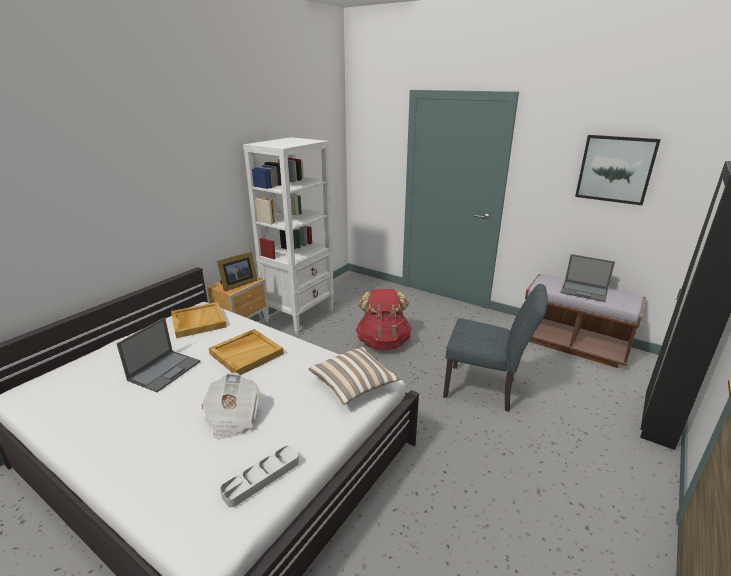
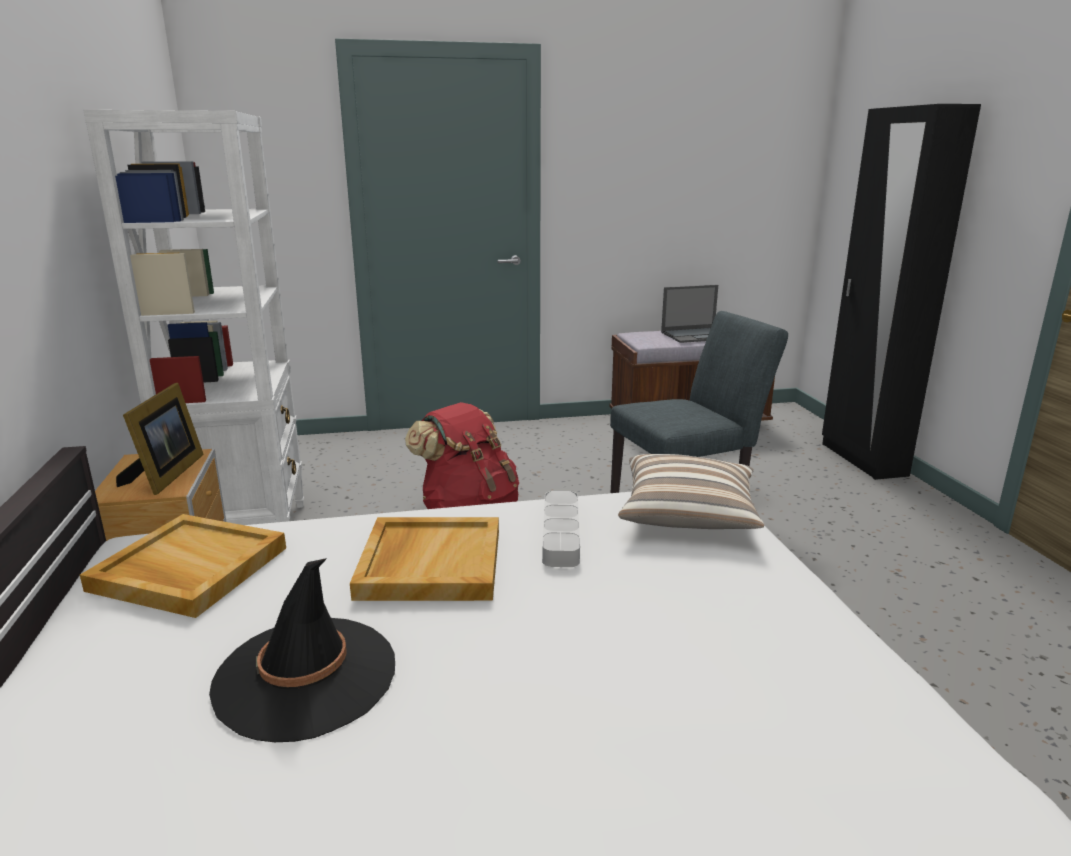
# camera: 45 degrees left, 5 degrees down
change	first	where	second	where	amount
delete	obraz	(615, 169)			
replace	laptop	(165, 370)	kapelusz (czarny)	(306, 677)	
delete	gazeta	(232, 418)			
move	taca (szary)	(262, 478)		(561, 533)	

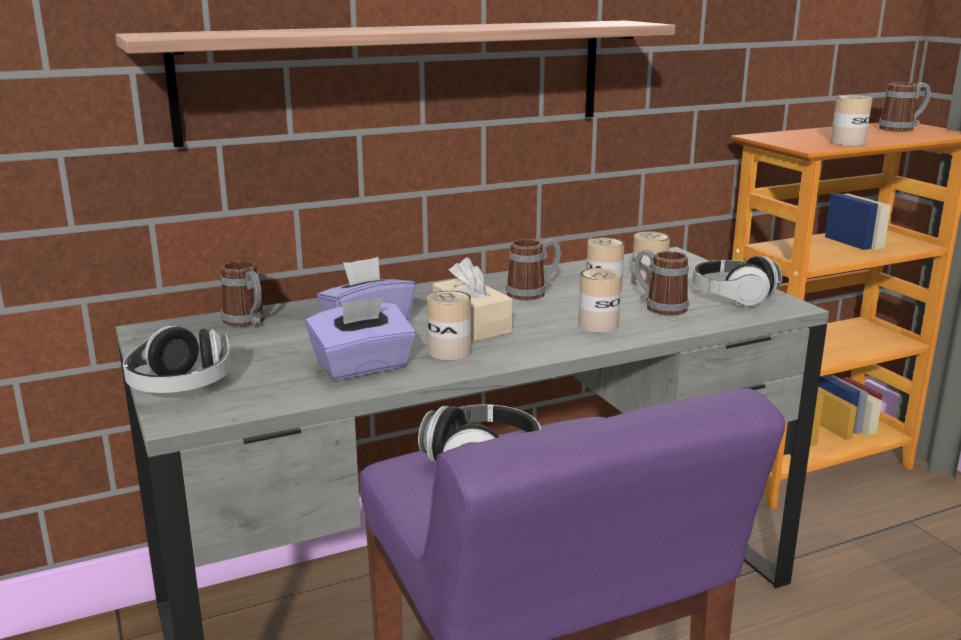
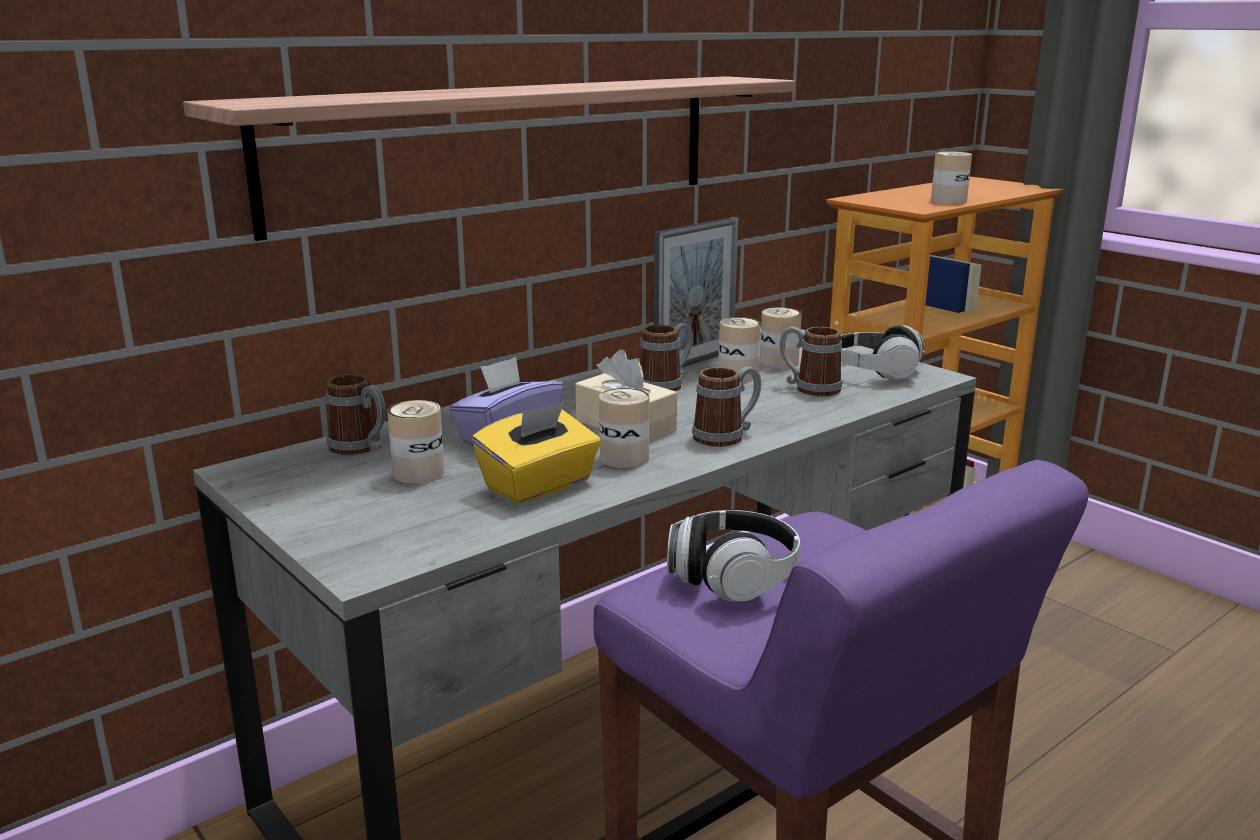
# camera: 15 degrees left, 0 degrees up
change	first	where	second	where	amount
move	kubek	(902, 129)		(726, 436)	
move	puszka	(598, 325)		(418, 473)	
recolor	pudełko chusteczek (fioletowy)	(363, 367)	pudełko chusteczek (żółty)	(539, 485)	
delete	słuchawki	(181, 387)			
insert			ramka na zdjęcie	(695, 362)	

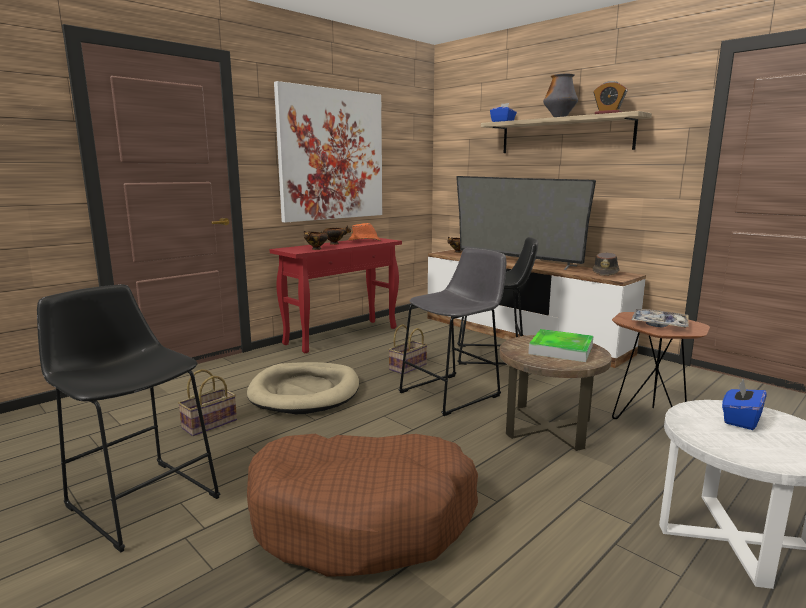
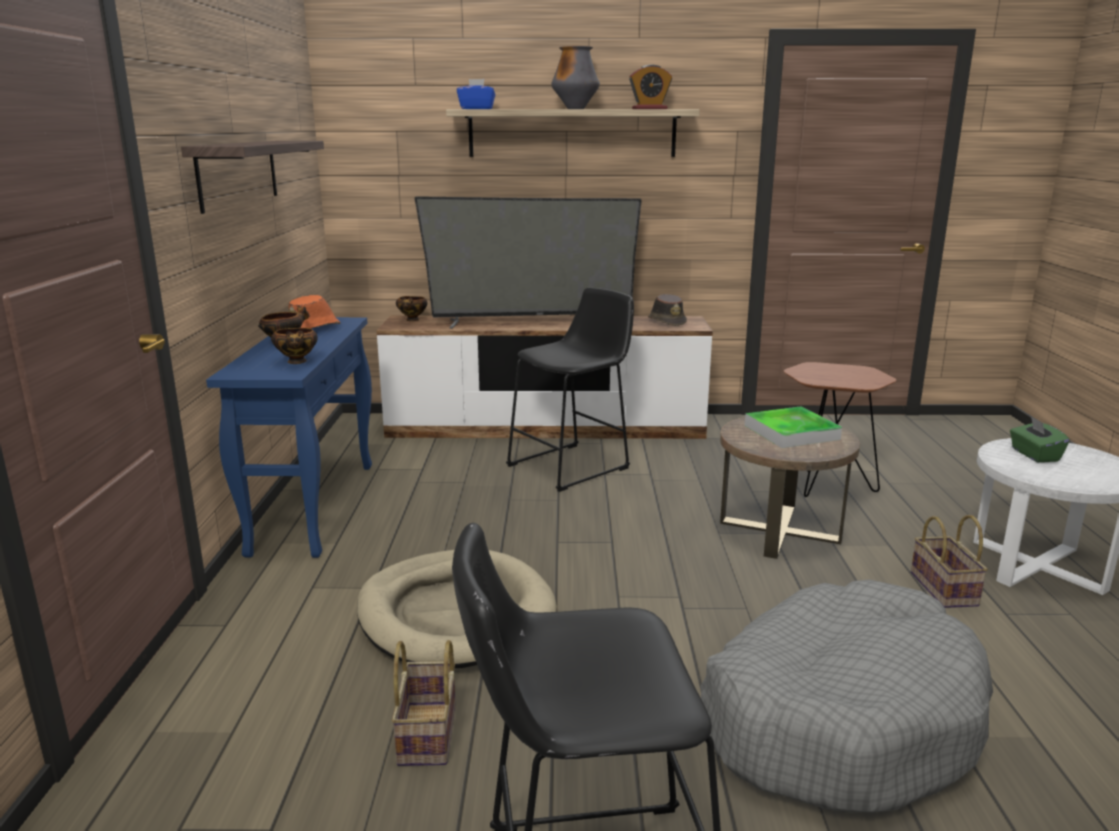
# camera: 45 degrees left, 5 degrees up
change	first	where	second	where	amount
replace	obraz	(331, 155)	półka	(238, 173)	
recolor	stolik konsolowy (czerwony)	(342, 335)	stolik konsolowy (niebieski)	(314, 506)	
delete	stołek (szary)	(454, 393)			
delete	taca	(659, 324)			
move	koszyk	(408, 367)		(946, 590)	
recolor	pudełko chusteczek (niebieski)	(740, 419)	pudełko chusteczek (zielony)	(1034, 455)	
recolor	legowisko (brązowy)	(363, 517)	legowisko (szary)	(838, 718)	

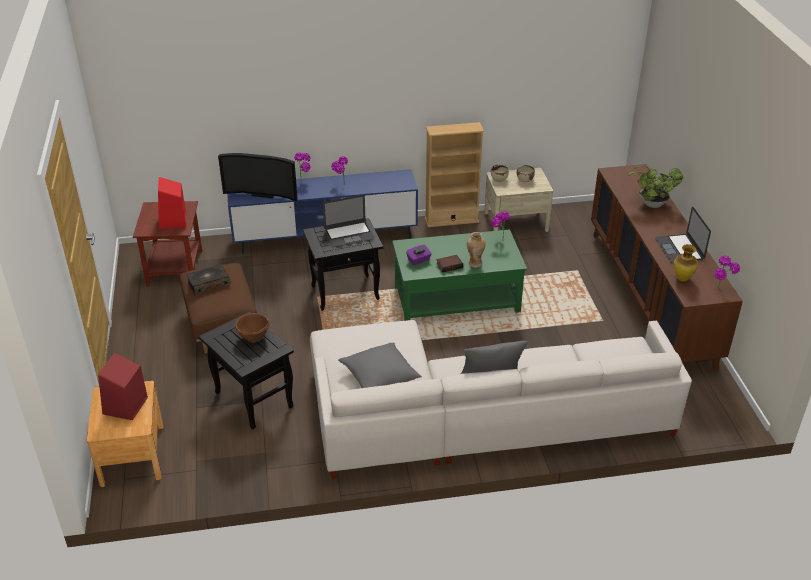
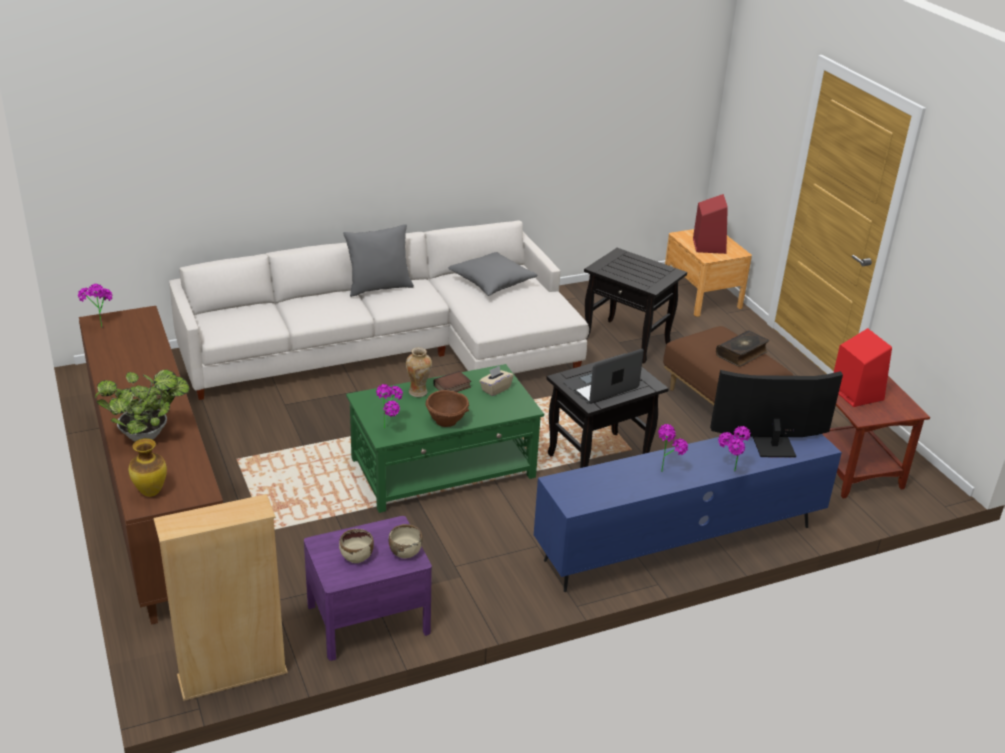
# camera: 165 degrees right, 5 degrees down
change	first	where	second	where	amount
move	regał (beżowy)	(451, 220)		(232, 675)	
recolor	szafka nocna (beżowy)	(516, 222)	szafka nocna (fioletowy)	(368, 619)	
delete	laptop	(679, 249)			
move	wazon	(682, 279)		(150, 492)	
recolor	pudełko chusteczek (fioletowy)	(418, 260)	pudełko chusteczek (beżowy)	(495, 389)	
move	miska (brązowy)	(253, 337)		(447, 421)	

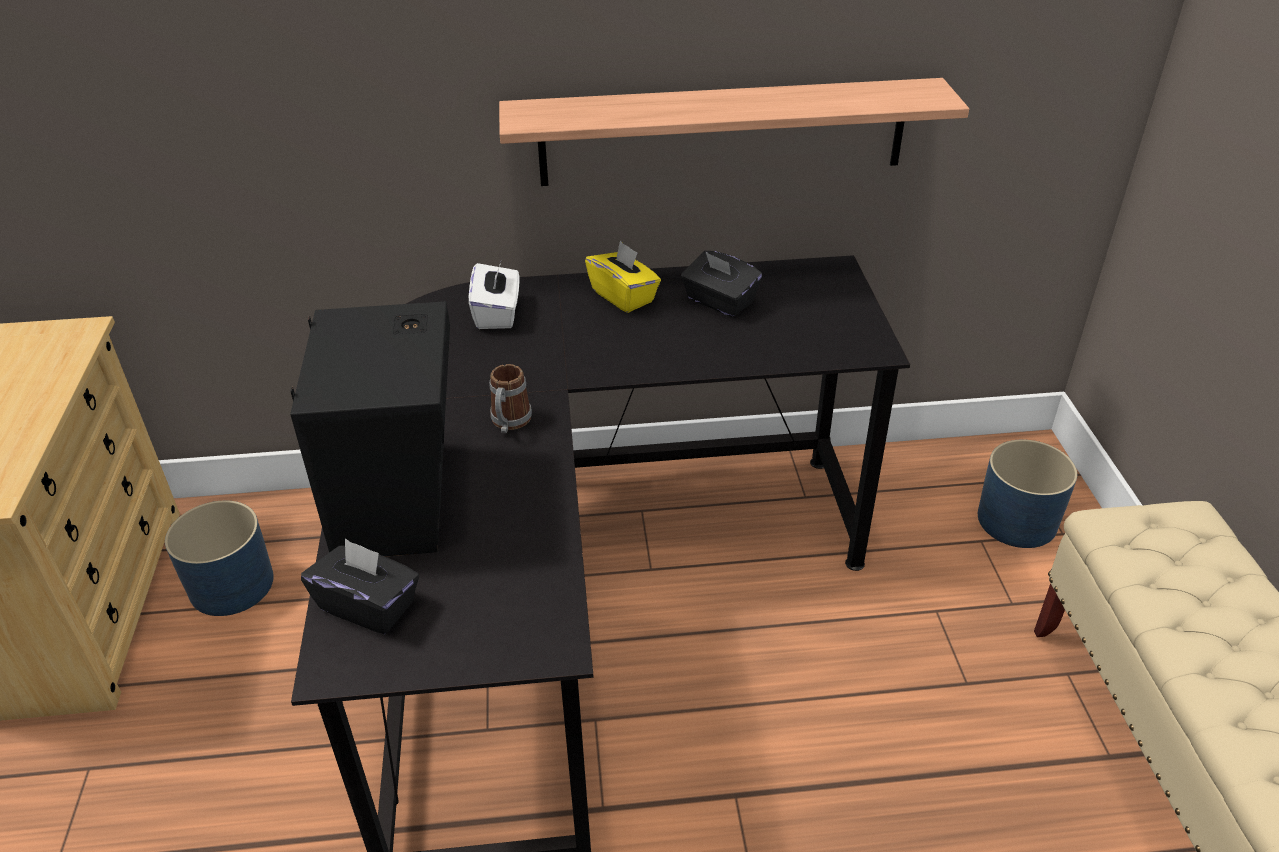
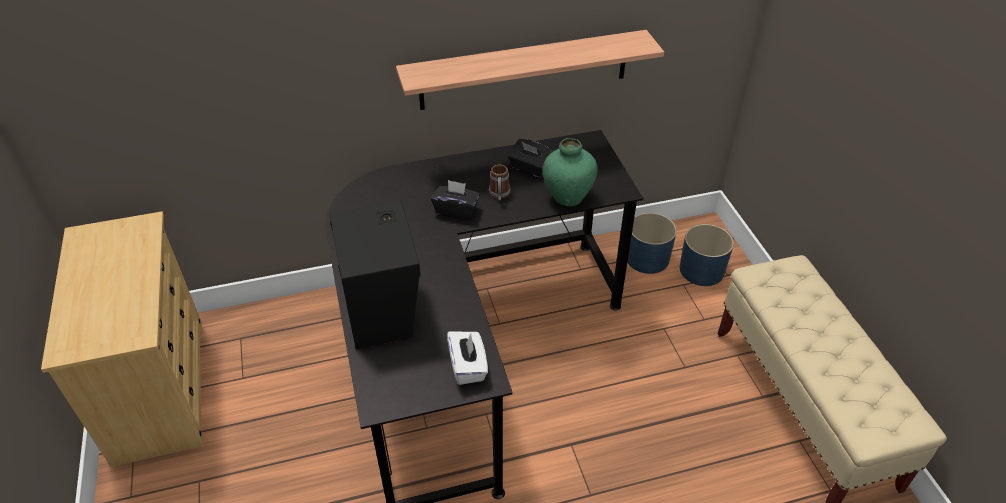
# camera: 10 degrees left, 5 degrees up
change	first	where	second	where	amount
delete	pudełko chusteczek (żółty)	(623, 296)			
move	pudełko chusteczek (biały)	(497, 313)		(468, 367)	
move	kubek	(509, 423)		(499, 195)	
move	donica (niebieski)	(232, 585)		(647, 258)	
move	pudełko chusteczek (czarny)	(368, 605)		(456, 210)	
insert			wazon (zielony)	(568, 197)	

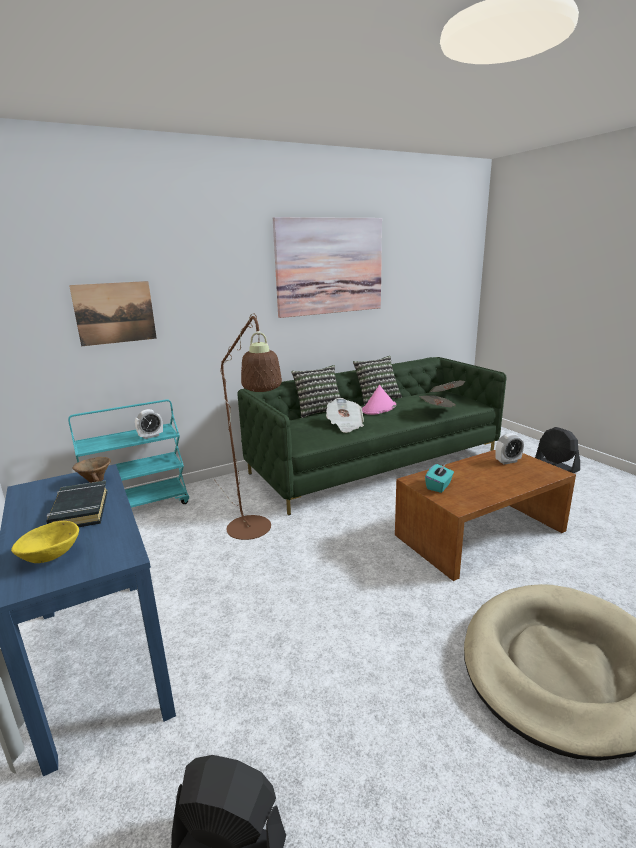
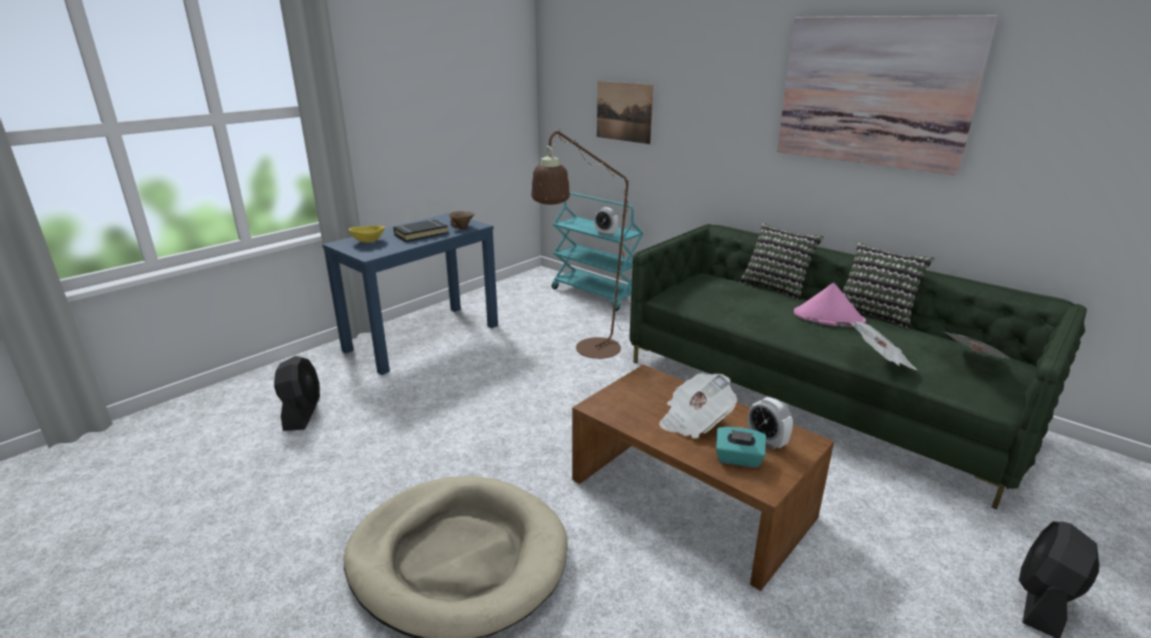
# camera: 70 degrees right, 5 degrees up
change	first	where	second	where	amount
move	gazeta	(345, 425)		(694, 421)	
move	pudełko chusteczek (turkusowy)	(439, 486)		(738, 459)	

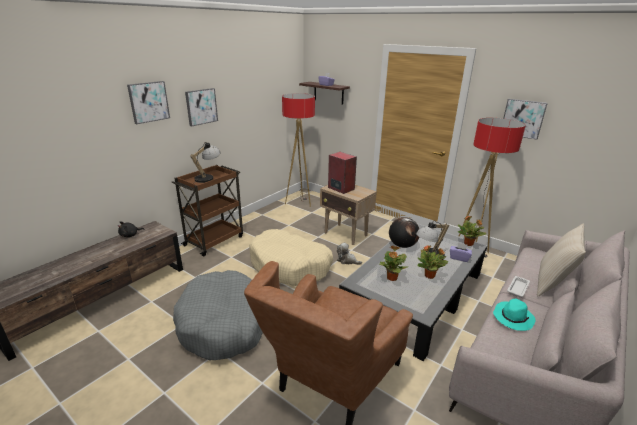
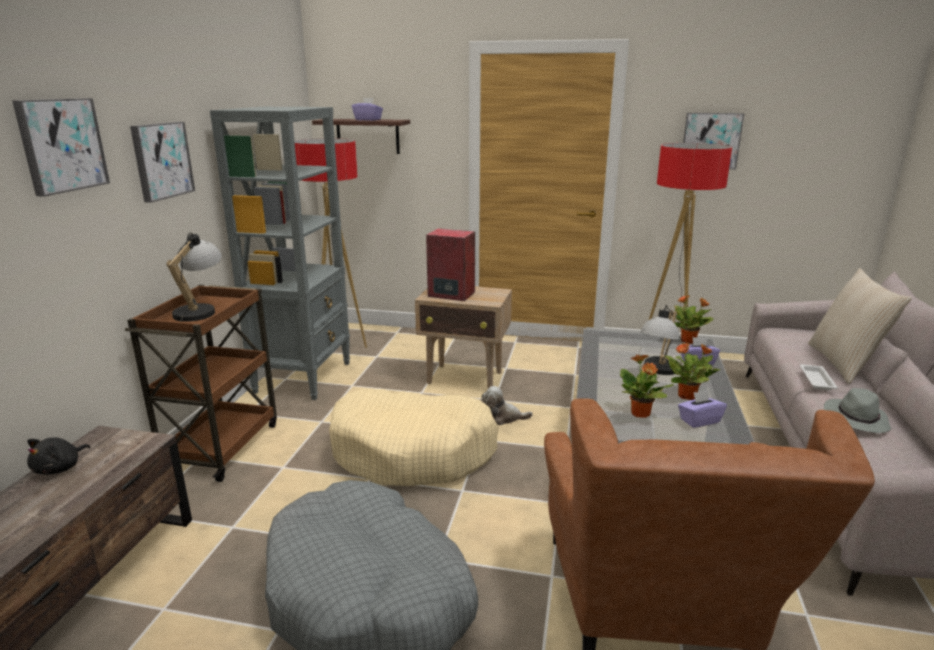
# camera: 25 degrees left, 5 degrees down
change	first	where	second	where	amount
delete	globus	(402, 245)			
recolor	kapelusz (turkusowy)	(512, 318)	kapelusz (szary)	(855, 419)	
insert			regał (szary)	(304, 377)	
insert			pudełko chusteczek (fioletowy)	(699, 420)	

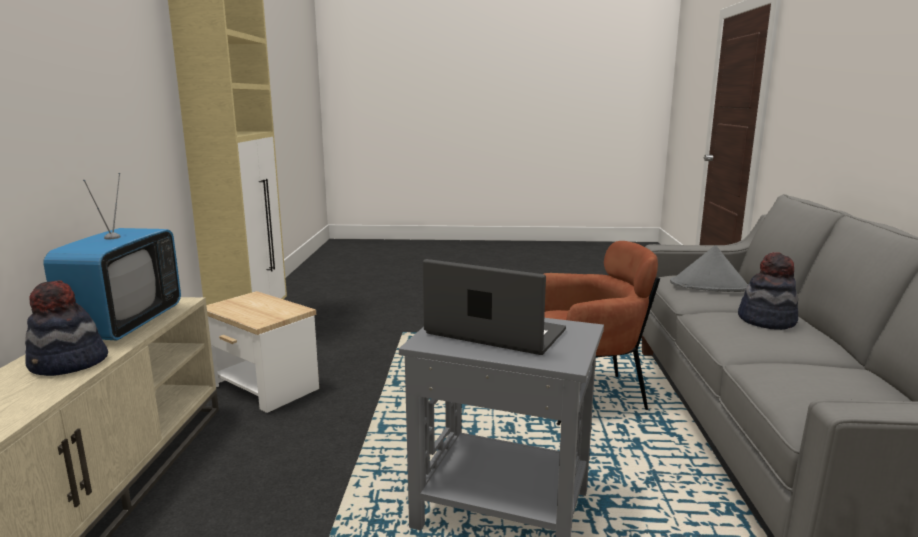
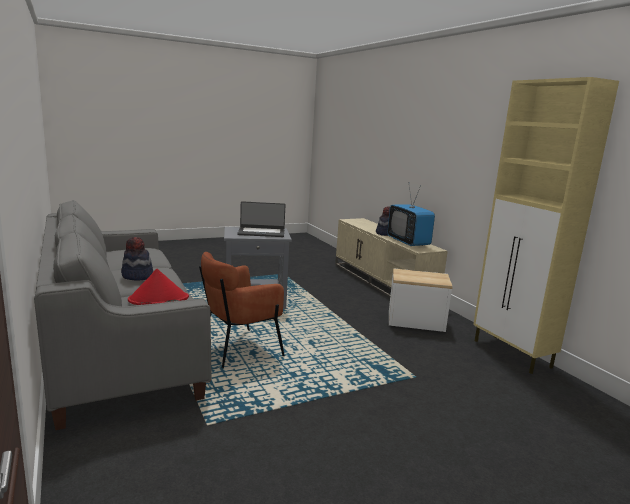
# camera: 150 degrees right, 0 degrees up
change	first	where	second	where	amount
recolor	kapelusz (szary)	(709, 286)	kapelusz (czerwony)	(158, 299)	

